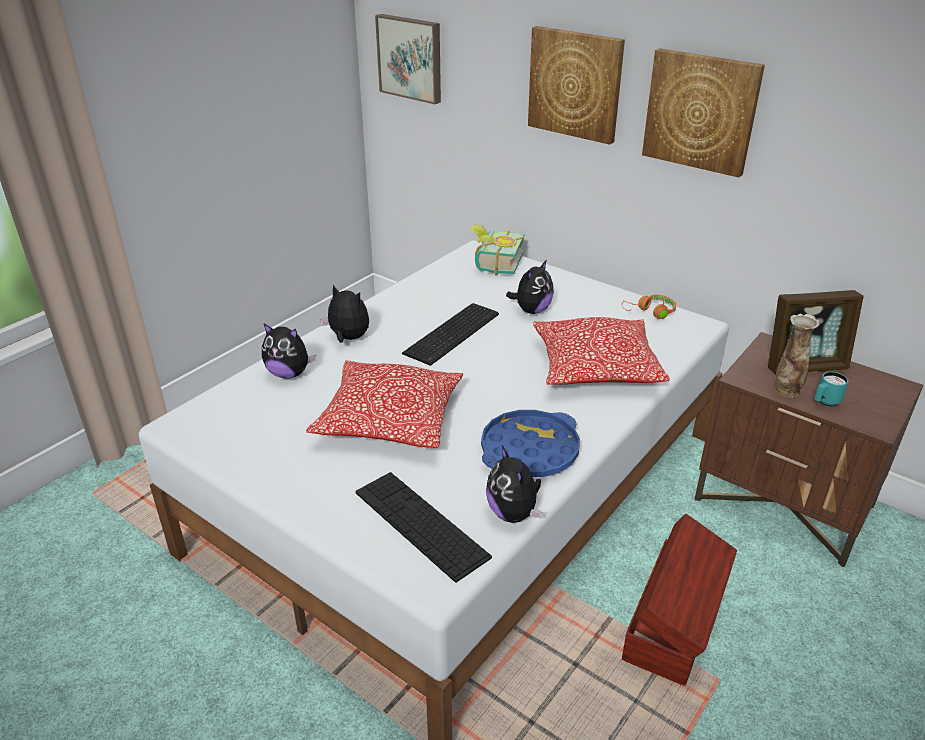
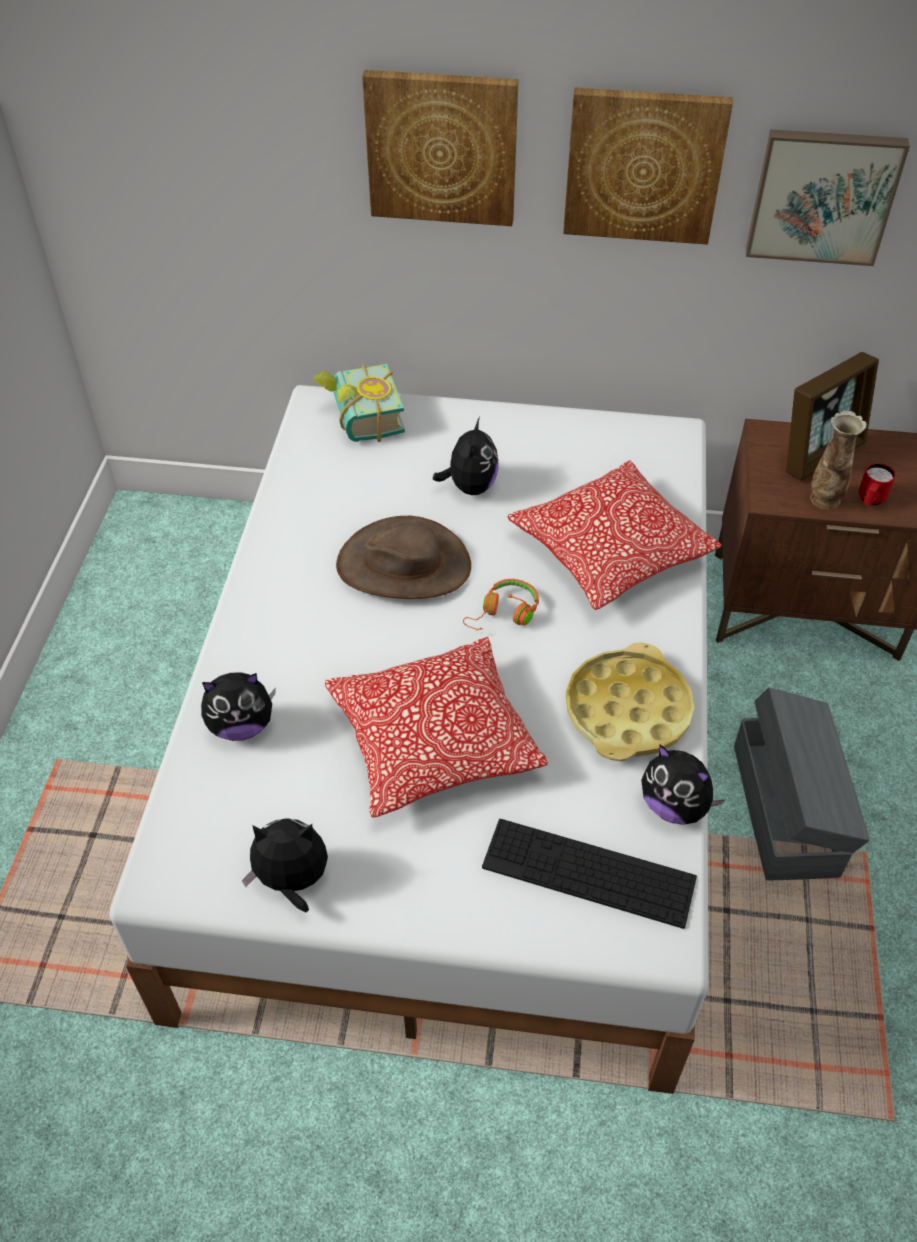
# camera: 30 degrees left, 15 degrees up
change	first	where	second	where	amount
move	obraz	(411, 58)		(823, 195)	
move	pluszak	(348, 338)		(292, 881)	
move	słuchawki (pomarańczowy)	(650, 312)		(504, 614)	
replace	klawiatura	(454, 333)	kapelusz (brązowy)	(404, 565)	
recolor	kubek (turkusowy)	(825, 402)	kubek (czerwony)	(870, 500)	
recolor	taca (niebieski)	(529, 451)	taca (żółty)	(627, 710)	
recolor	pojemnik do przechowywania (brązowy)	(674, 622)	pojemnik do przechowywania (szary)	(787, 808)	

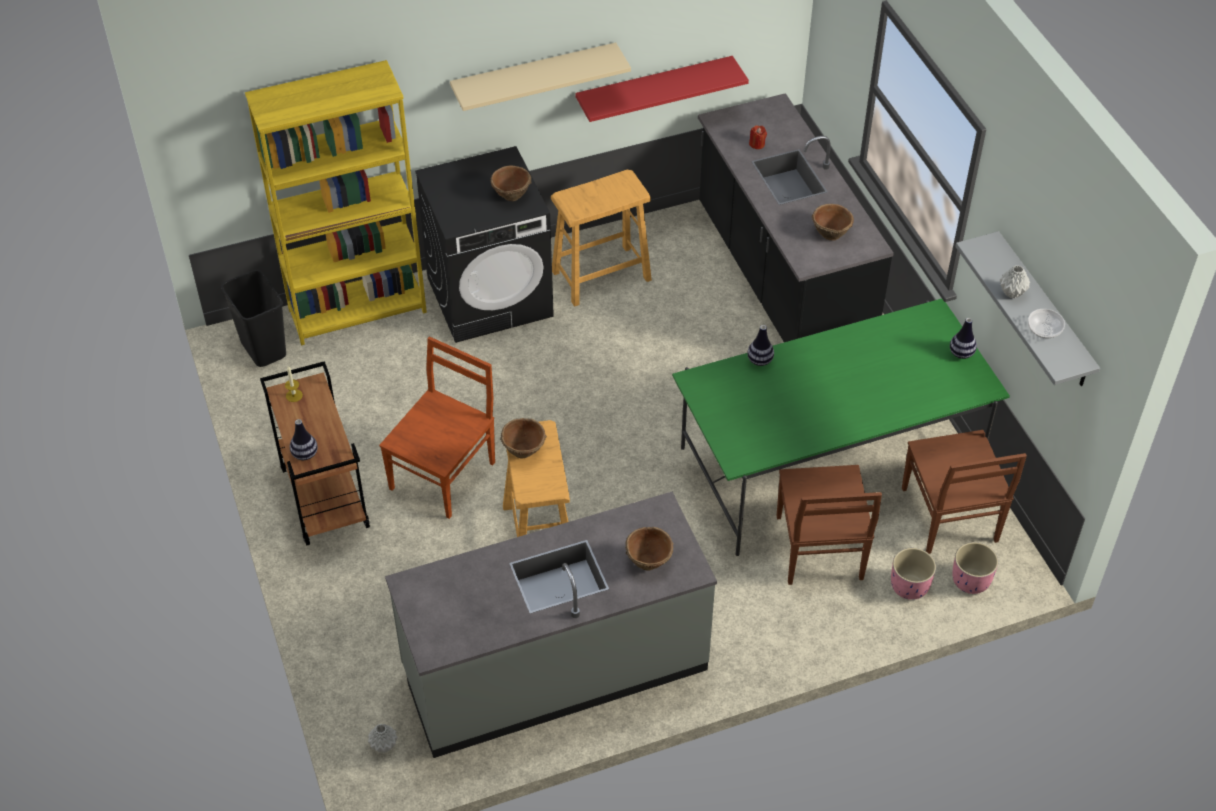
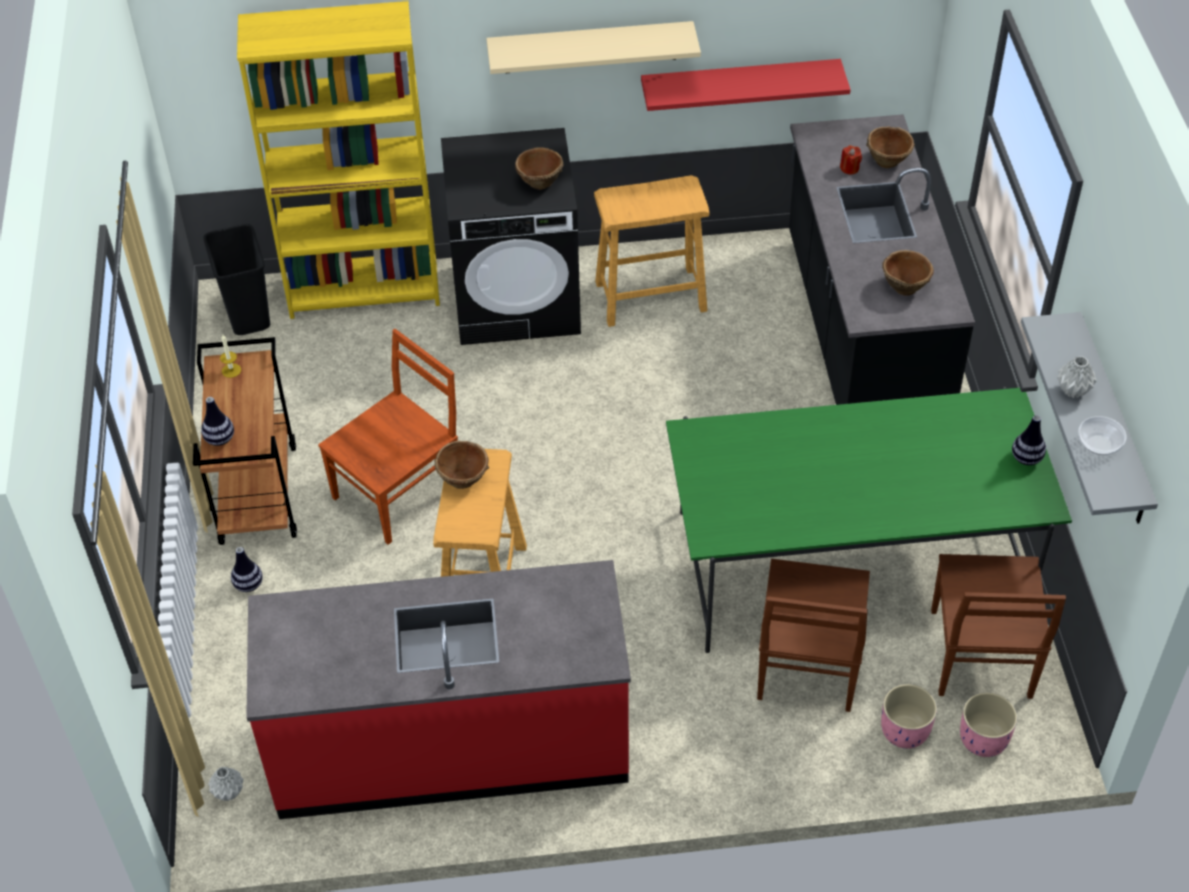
# camera: 15 degrees right, 0 degrees up
change	first	where	second	where	amount
move	wazon	(760, 360)		(248, 585)	
recolor	zabudowa kuchenna (szary)	(554, 668)	zabudowa kuchenna (czerwony)	(450, 743)	
move	miska (brązowy)	(649, 560)		(888, 160)	

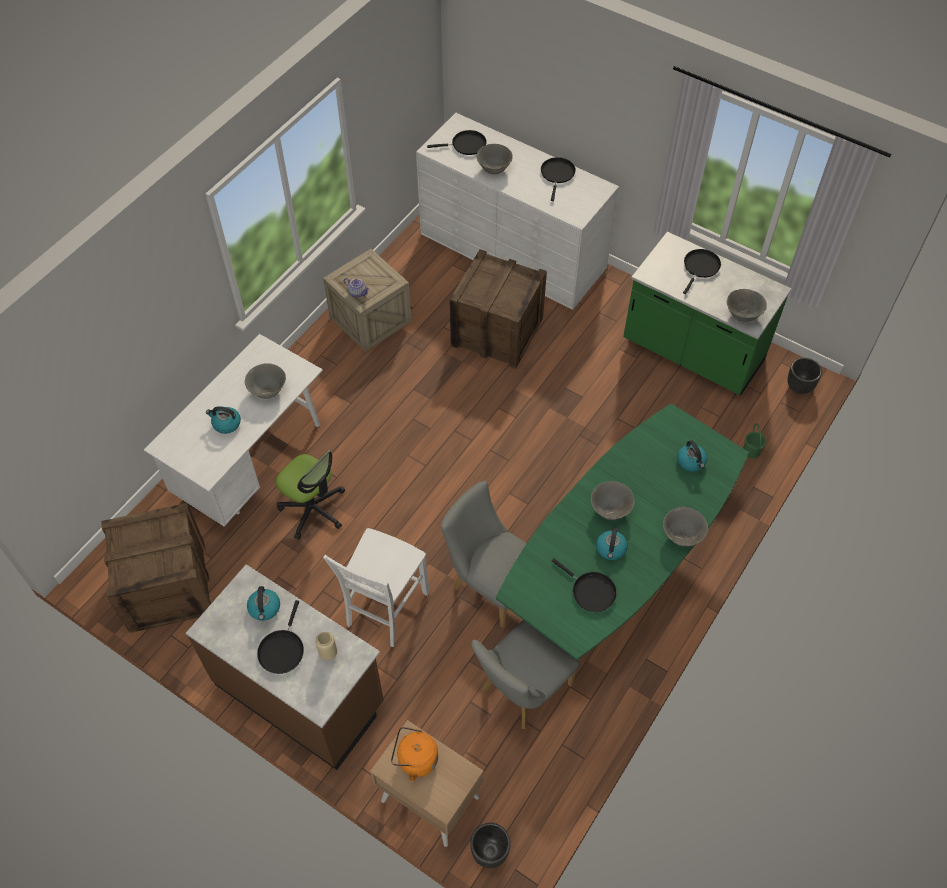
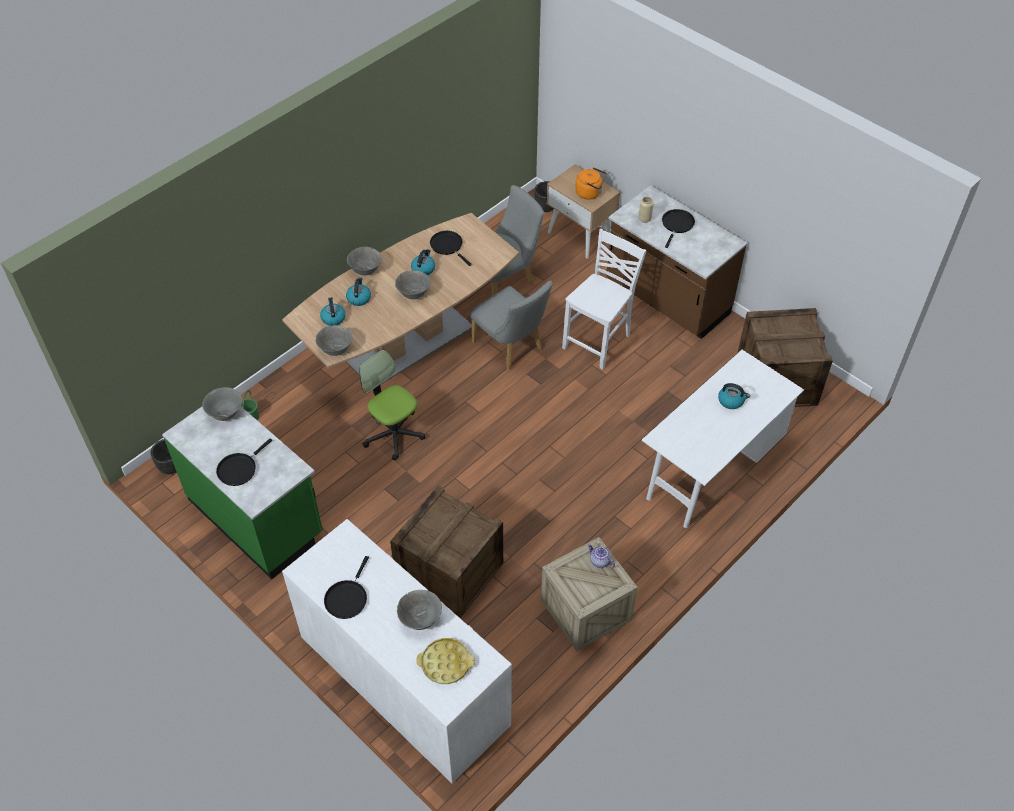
# camera: 170 degrees left, 5 degrees down
change	first	where	second	where	amount
replace	patelnia (czarny)	(466, 145)	taca (żółty)	(445, 663)	
move	miska (szary)	(268, 390)		(335, 349)	
recolor	stół jadalny (zielony)	(615, 571)	stół jadalny (brązowy)	(409, 342)	
move	krzesło biurowe	(313, 509)		(394, 434)	
move	czajnik	(265, 608)		(359, 298)	

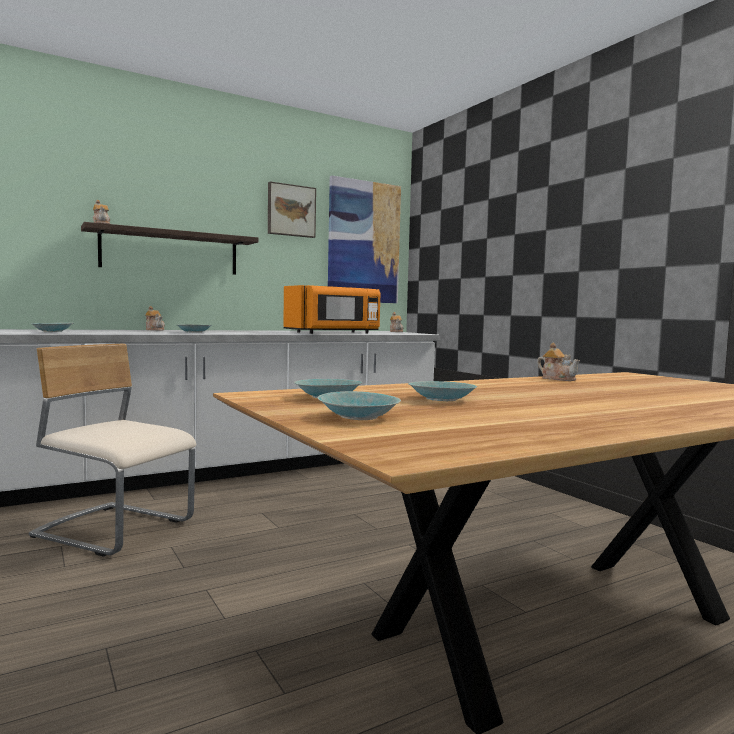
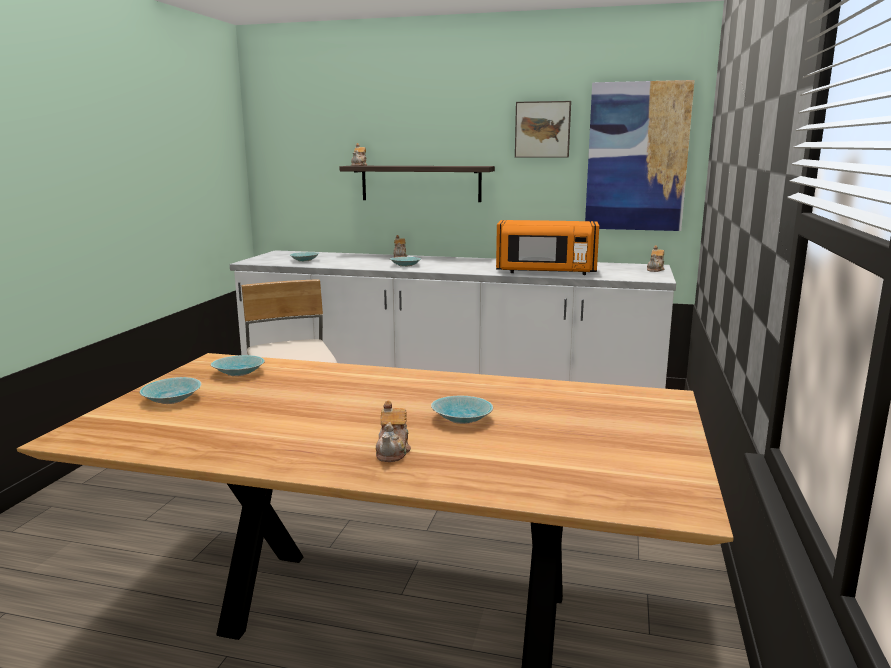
# camera: 45 degrees right, 10 degrees up
change	first	where	second	where	amount
move	imbryk	(558, 379)		(393, 451)	
move	miska (turkusowy)	(440, 399)		(461, 418)	

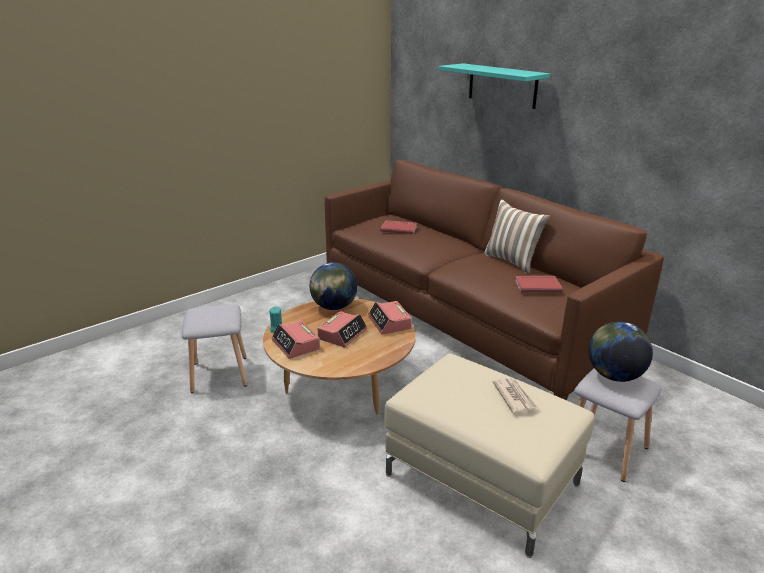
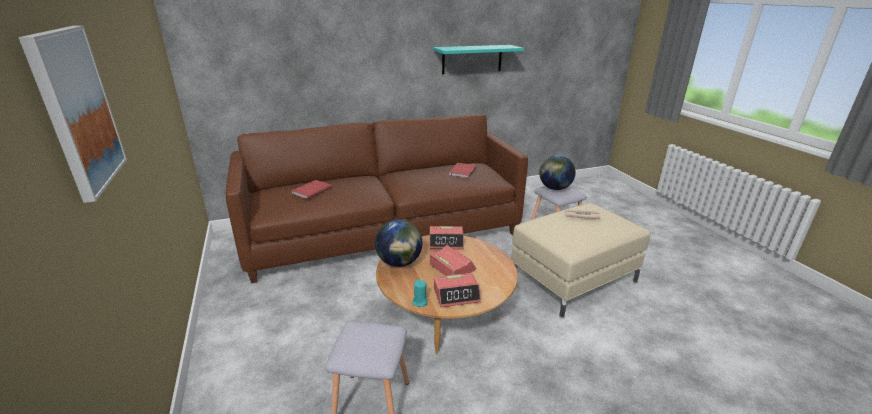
# camera: 70 degrees left, 0 degrees up
change	first	where	second	where	amount
move	półka (turkusowy)	(502, 85)		(472, 59)	
delete	poduszka	(512, 261)			
insert			obraz	(77, 110)	

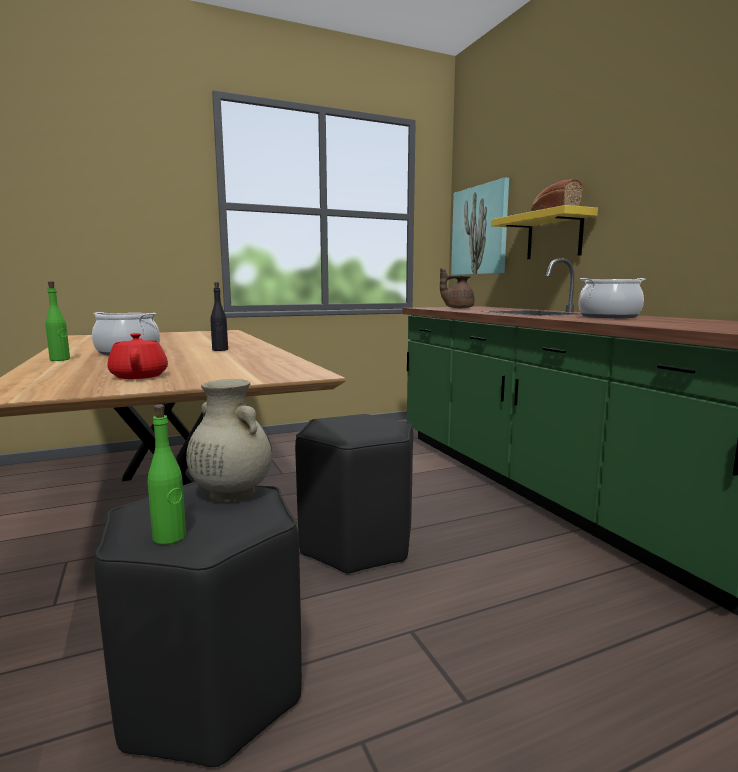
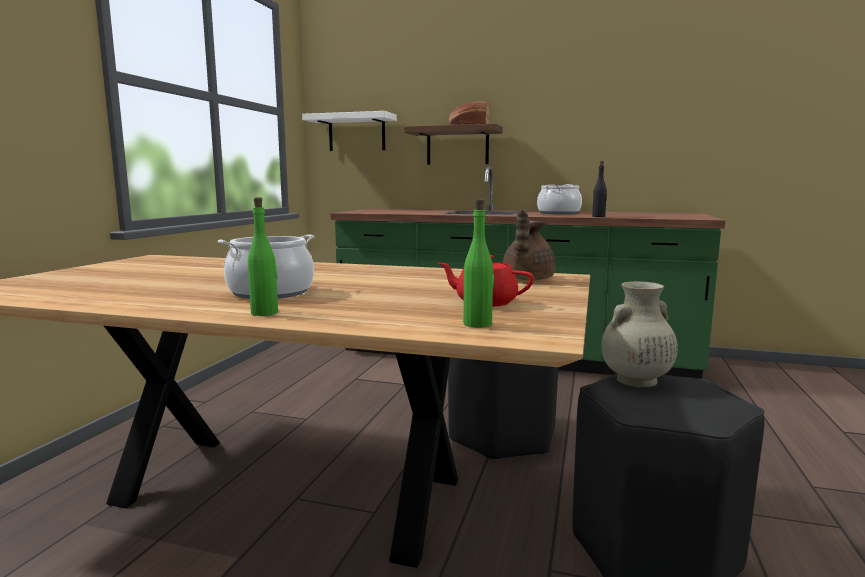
# camera: 50 degrees left, 0 degrees up
change	first	where	second	where	amount
replace	obraz	(479, 230)	półka (biały)	(356, 133)	
recolor	półka (żółty)	(554, 236)	półka (brązowy)	(457, 146)	
move	imbryk (brązowy)	(457, 308)		(526, 279)	
move	butelka (czarny)	(220, 350)		(598, 216)	
move	butelka (zielony)	(170, 537)		(478, 324)	

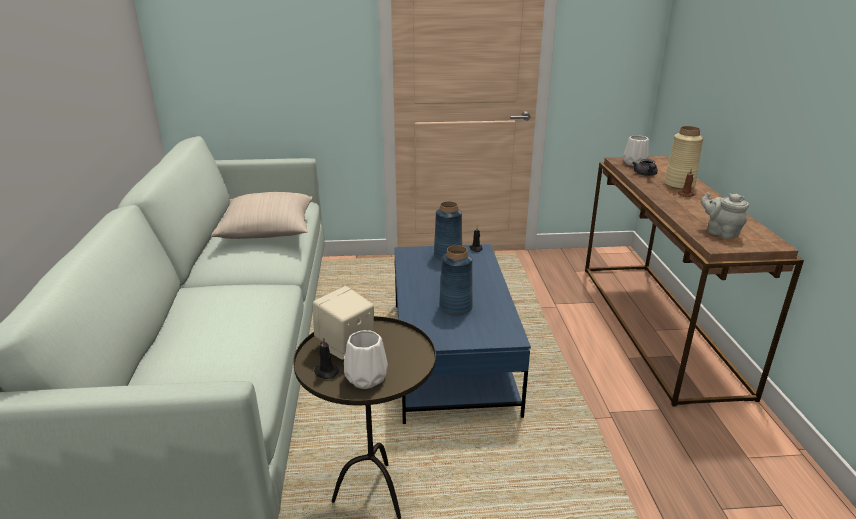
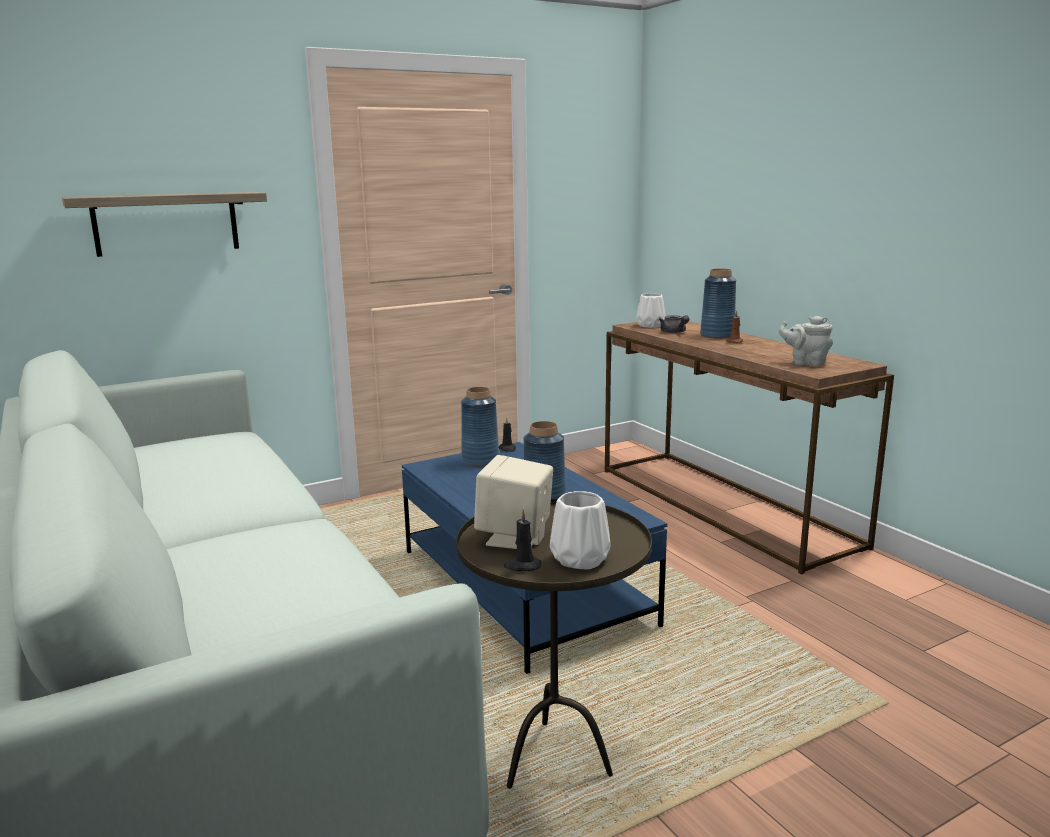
# camera: 25 degrees left, 10 degrees down
change	first	where	second	where	amount
recolor	wazon (beżowy)	(679, 184)	wazon (niebieski)	(717, 335)	
delete	poduszka (beżowy)	(267, 231)			
insert			półka	(166, 223)	

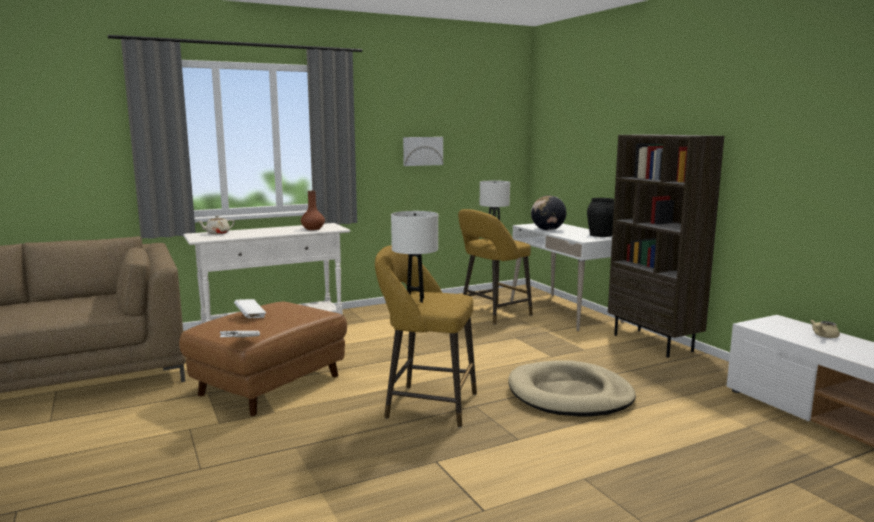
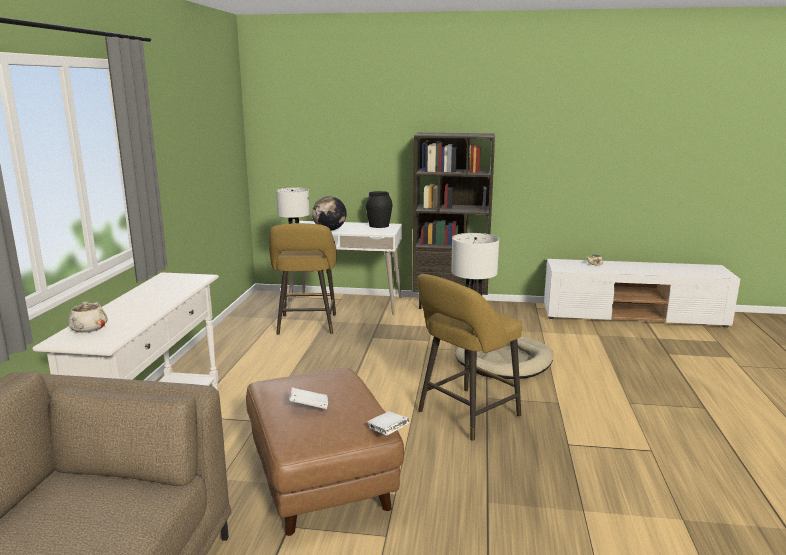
# camera: 55 degrees left, 5 degrees up
change	first	where	second	where	amount
delete	obraz	(422, 151)			
delete	wazon (brązowy)	(312, 229)			

